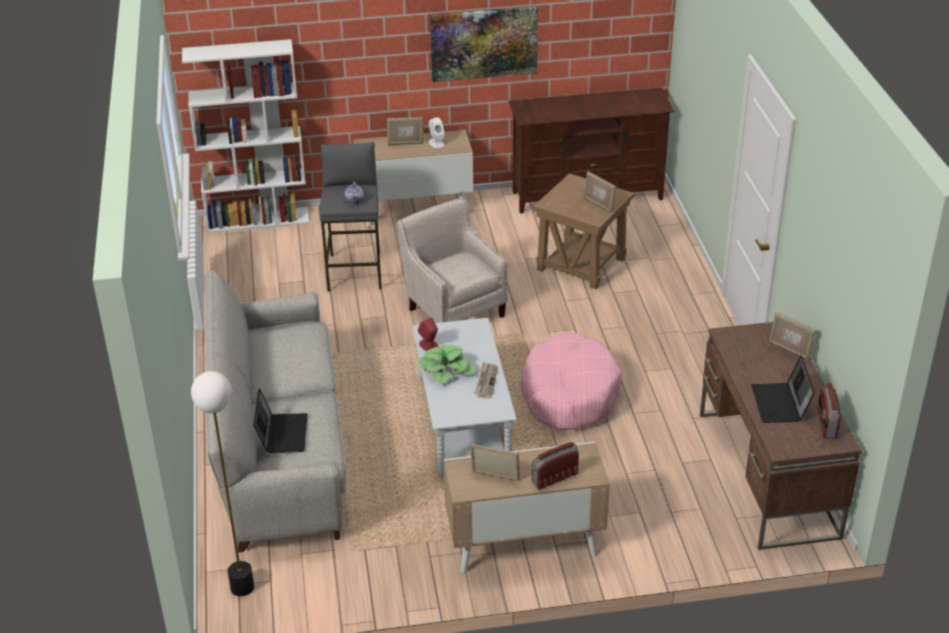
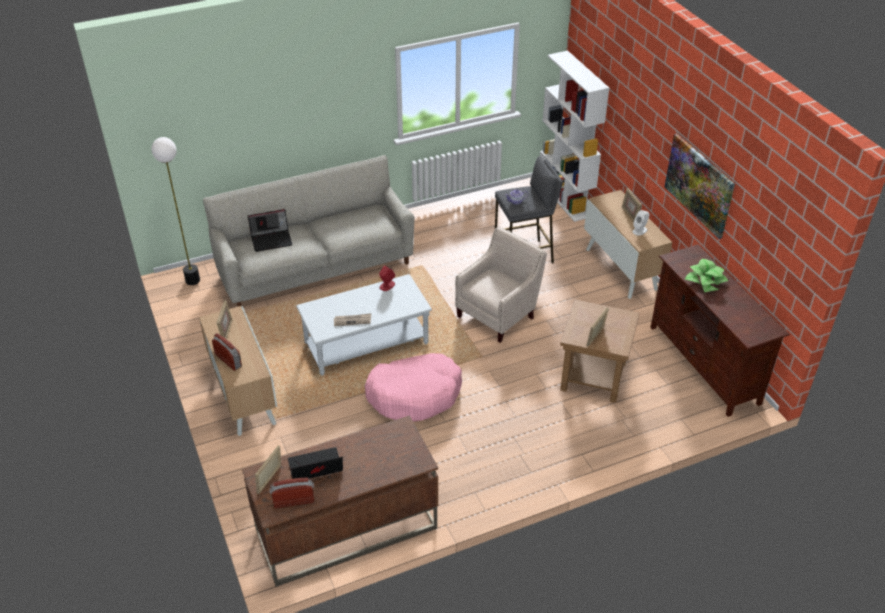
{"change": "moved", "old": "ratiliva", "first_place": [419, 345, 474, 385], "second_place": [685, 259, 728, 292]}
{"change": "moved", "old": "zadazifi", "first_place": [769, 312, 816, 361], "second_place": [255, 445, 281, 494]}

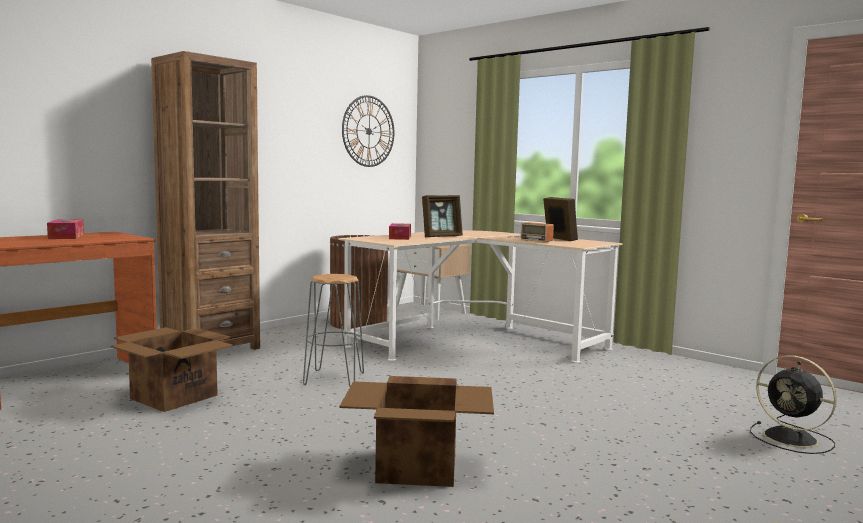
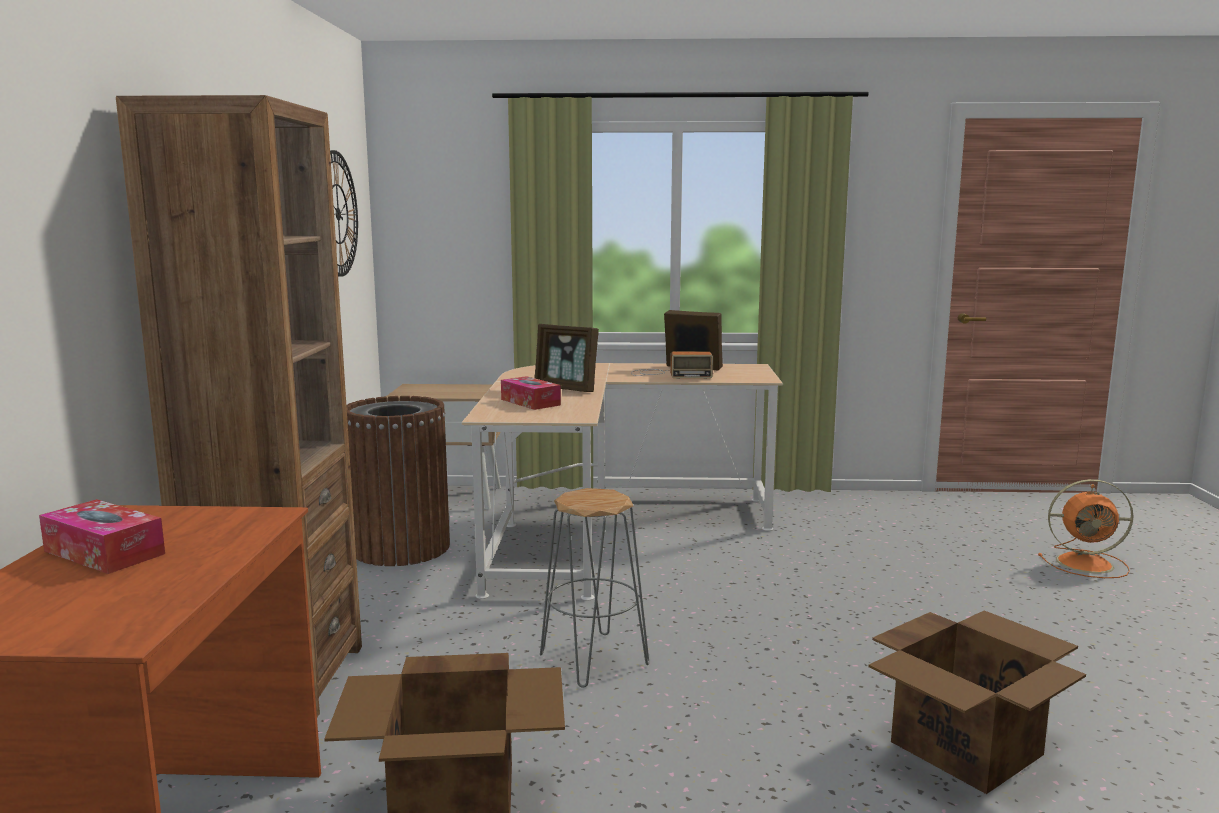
{"change": "turned", "old": "zadazifi", "first_place": [422, 195, 463, 237], "second_place": [535, 324, 599, 392], "degrees": 105}
{"change": "recoloured", "old": "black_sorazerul", "new": "orange_sorazerul", "first_place": [750, 355, 837, 454], "second_place": [1038, 479, 1134, 578]}

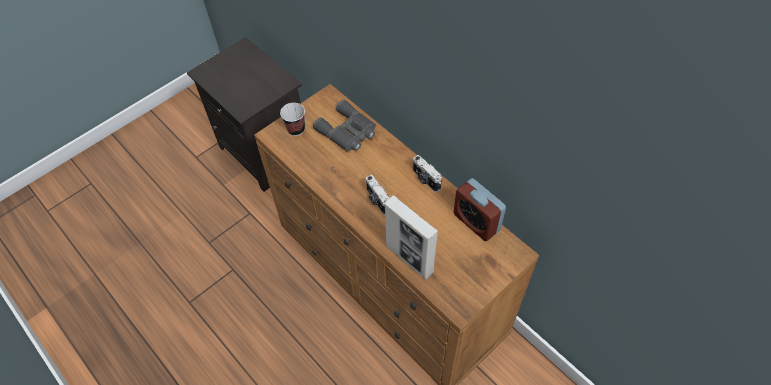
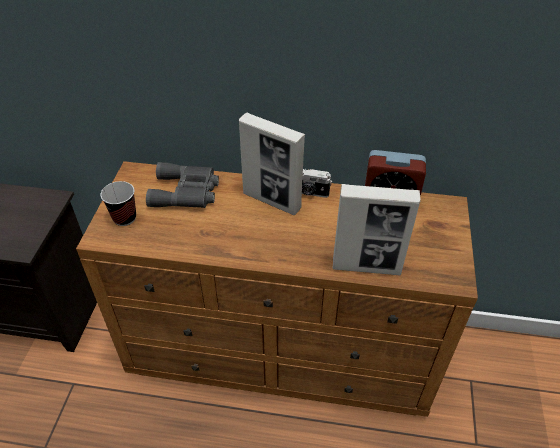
{"change": "removed", "old": "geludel", "first_place": [366, 175, 389, 215]}
{"change": "added", "new": "zadazifi", "second_place": [239, 113, 305, 215]}

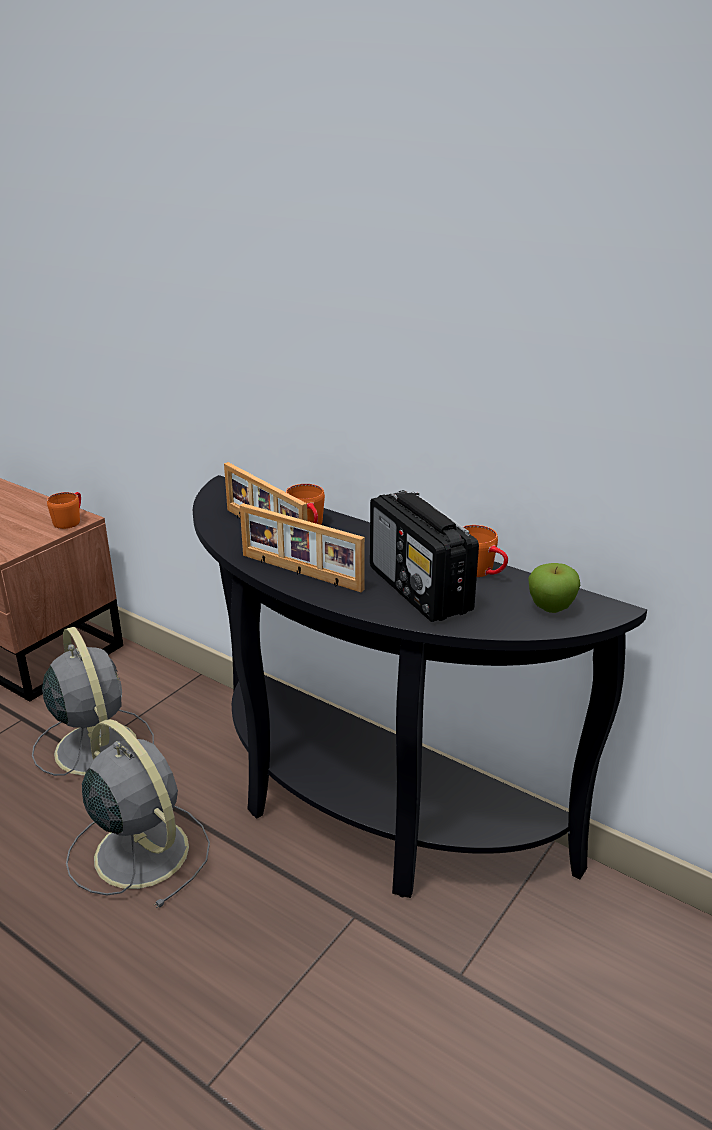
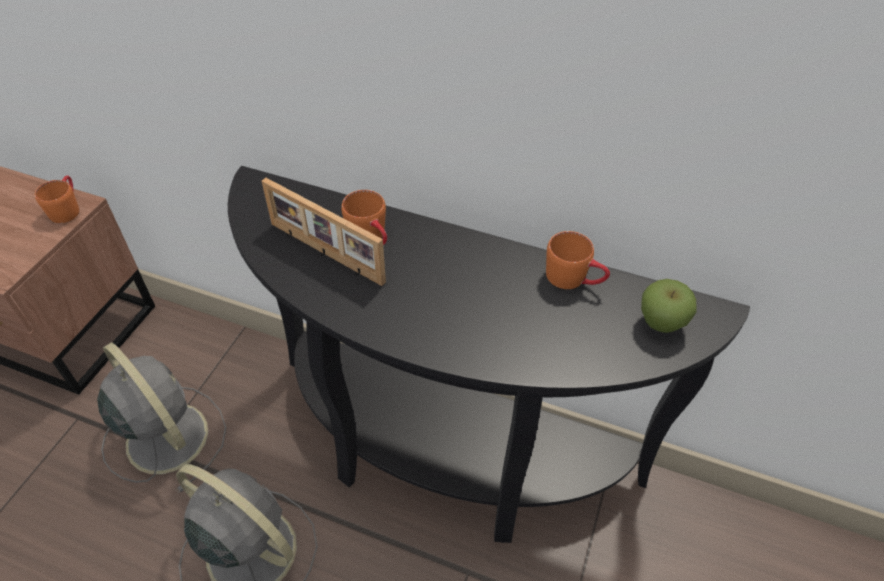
{"change": "removed", "old": "zadazifi", "first_place": [240, 503, 365, 592]}
{"change": "removed", "old": "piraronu", "first_place": [370, 490, 479, 622]}

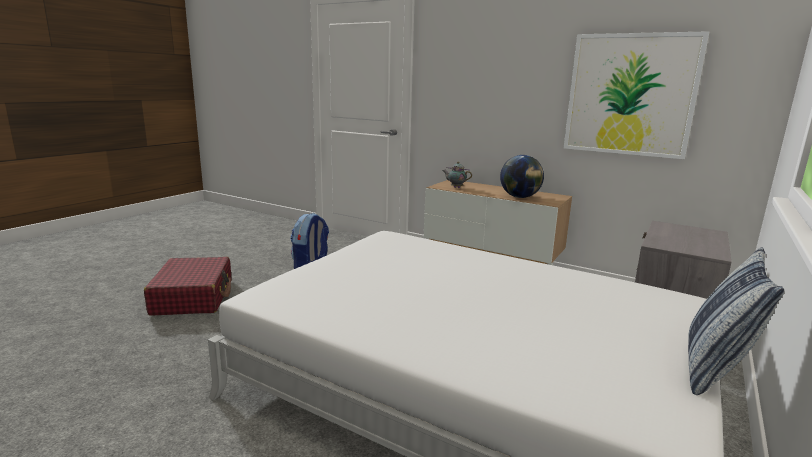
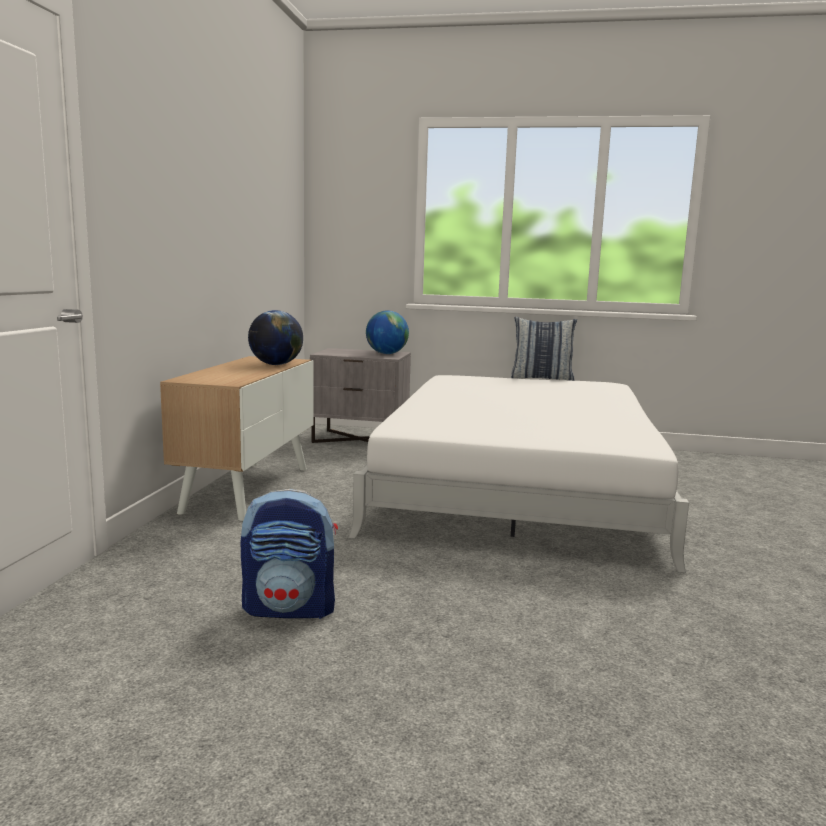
{"change": "removed", "old": "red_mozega", "first_place": [144, 257, 231, 316]}
{"change": "removed", "old": "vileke", "first_place": [443, 162, 472, 188]}
{"change": "removed", "old": "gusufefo", "first_place": [564, 31, 709, 159]}
{"change": "added", "new": "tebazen", "second_place": [366, 310, 409, 354]}

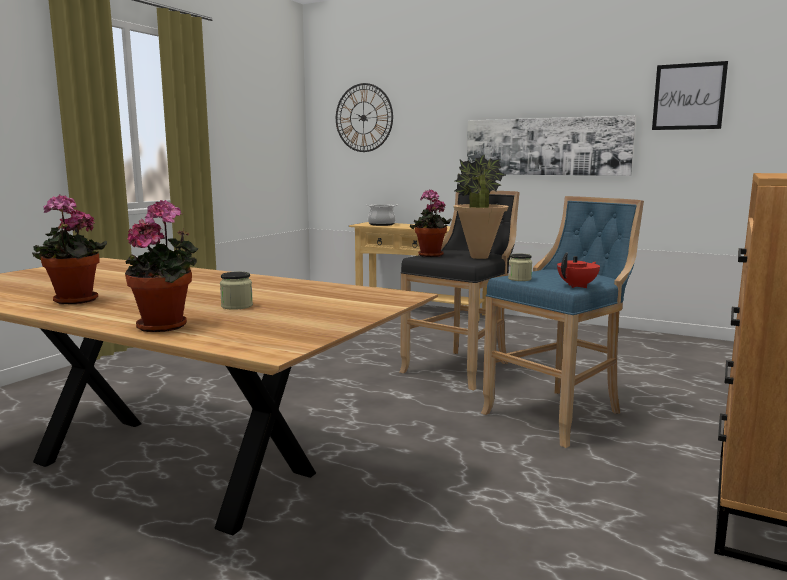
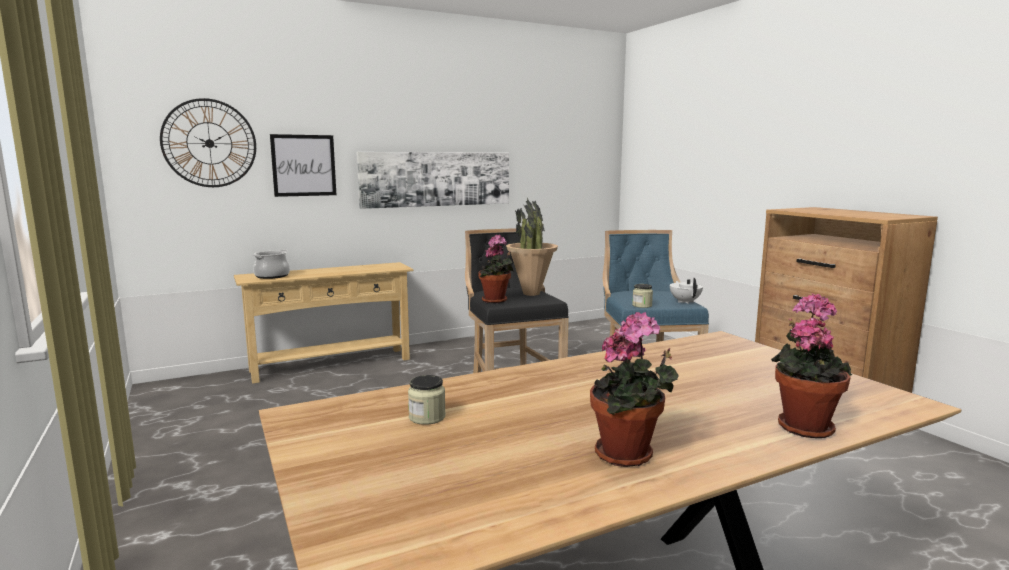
{"change": "moved", "old": "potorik", "first_place": [220, 272, 253, 310], "second_place": [408, 375, 446, 425]}
{"change": "recoloured", "old": "red_vileke", "new": "white_vileke", "first_place": [557, 253, 600, 288], "second_place": [670, 278, 703, 304]}
{"change": "moved", "old": "gusufefo", "first_place": [652, 61, 728, 130], "second_place": [270, 134, 336, 197]}

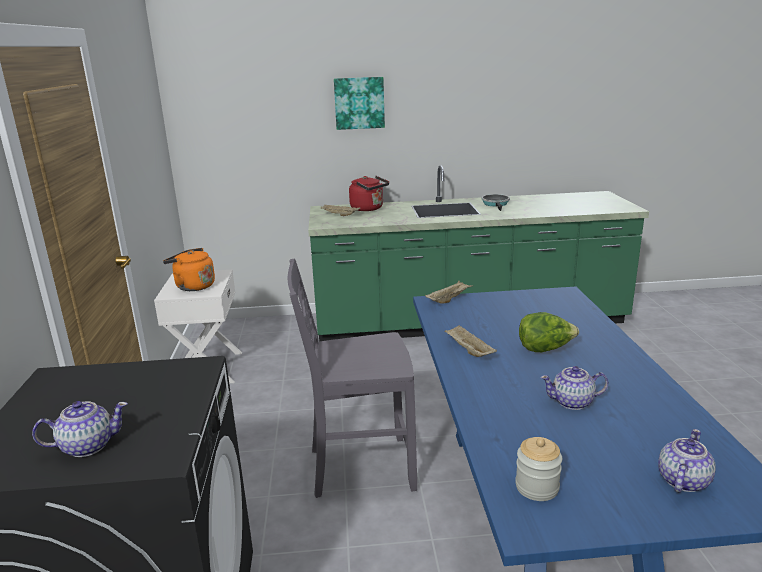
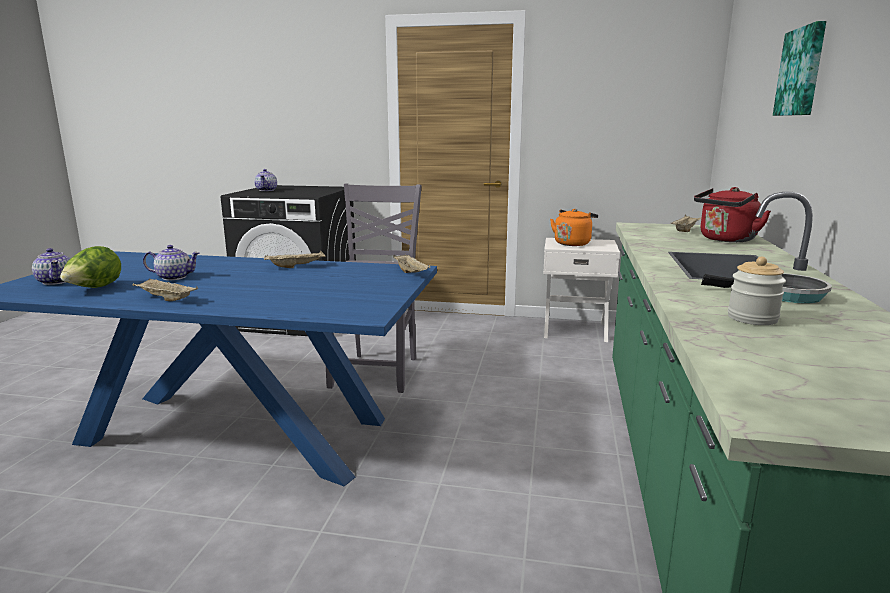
{"change": "moved", "old": "potorik", "first_place": [515, 437, 562, 501], "second_place": [728, 257, 786, 325]}
{"change": "moved", "old": "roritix", "first_place": [519, 312, 579, 352], "second_place": [60, 246, 121, 288]}
{"change": "turned", "old": "vileke", "first_place": [540, 366, 608, 410], "second_place": [143, 245, 200, 280], "degrees": 75}
{"change": "added", "new": "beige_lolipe", "second_place": [133, 278, 198, 301]}

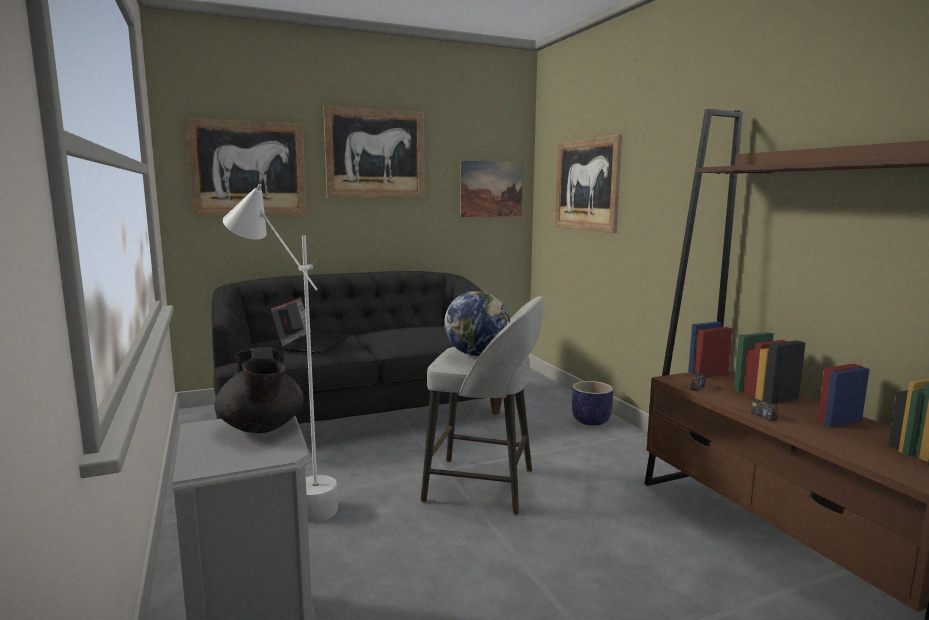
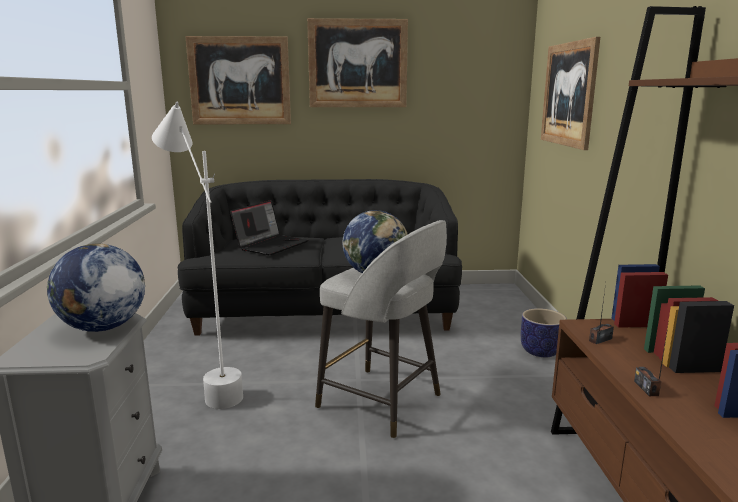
{"change": "replaced", "old": "black_vileke", "new": "tebazen", "first_place": [214, 347, 304, 433], "second_place": [47, 244, 145, 332]}
{"change": "removed", "old": "gusufefo", "first_place": [460, 161, 523, 217]}

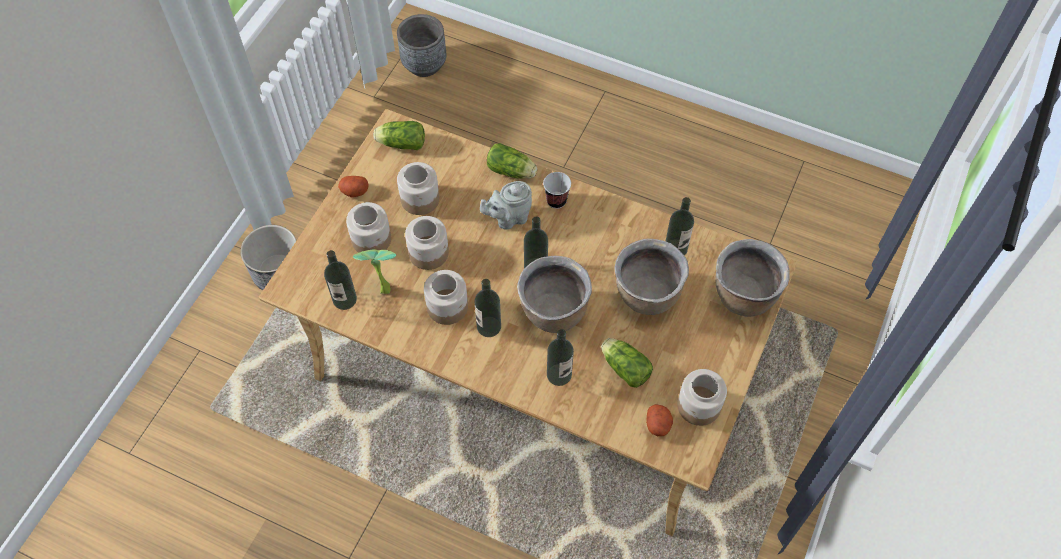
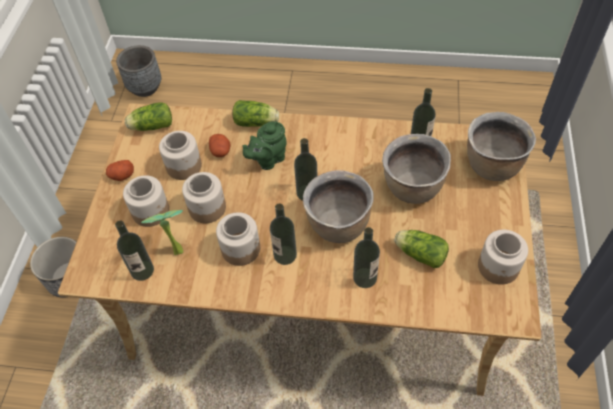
{"change": "recoloured", "old": "grey_vileke", "new": "green_vileke", "first_place": [480, 181, 532, 230], "second_place": [243, 121, 286, 170]}
{"change": "removed", "old": "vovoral", "first_place": [543, 172, 571, 209]}
{"change": "moved", "old": "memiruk", "first_place": [646, 404, 673, 436], "second_place": [209, 134, 231, 157]}

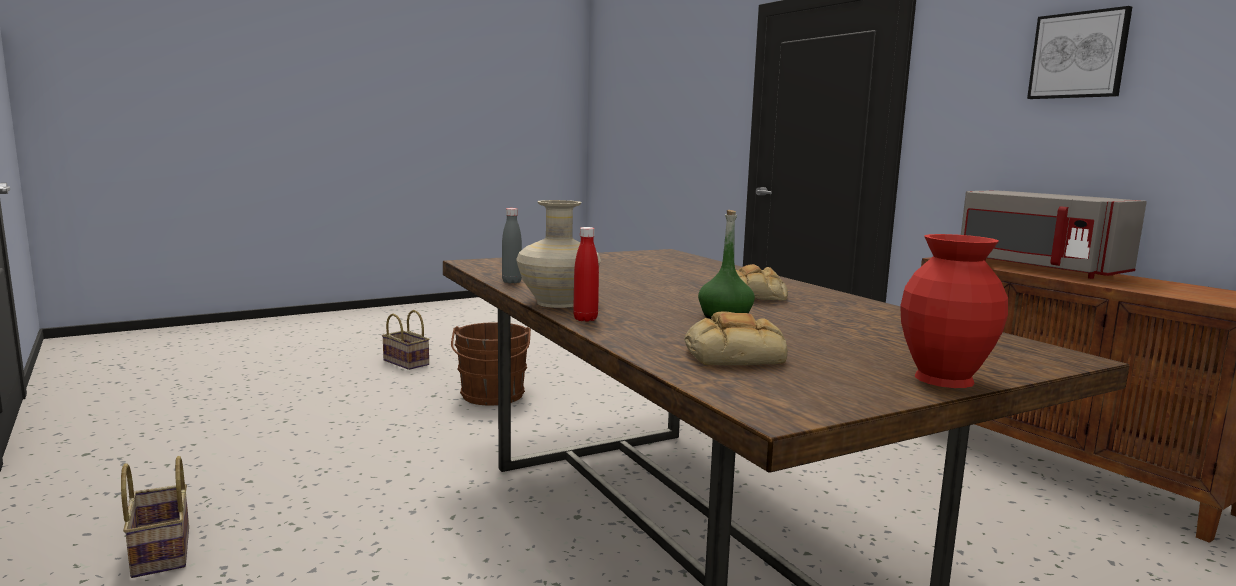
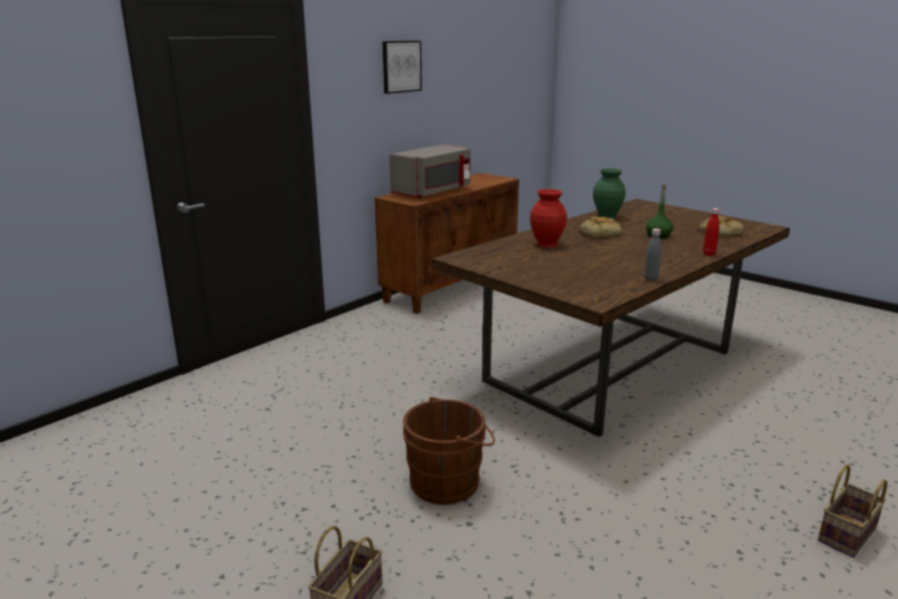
{"change": "removed", "old": "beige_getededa", "first_place": [516, 200, 601, 308]}
{"change": "moved", "old": "red_getededa", "first_place": [900, 234, 1008, 388], "second_place": [530, 189, 567, 248]}
{"change": "added", "new": "green_getededa", "second_place": [593, 168, 626, 219]}

